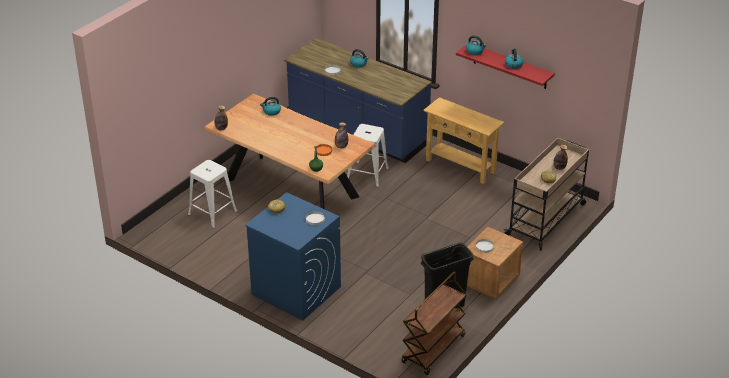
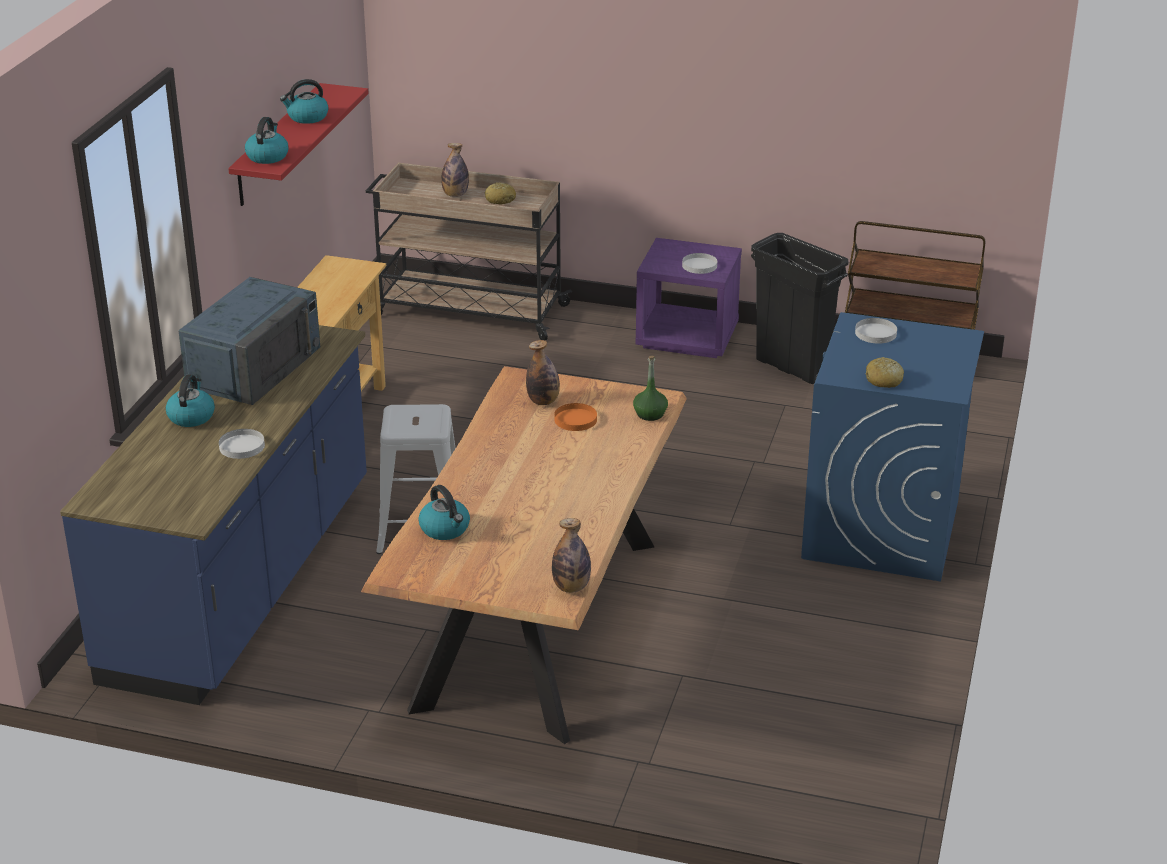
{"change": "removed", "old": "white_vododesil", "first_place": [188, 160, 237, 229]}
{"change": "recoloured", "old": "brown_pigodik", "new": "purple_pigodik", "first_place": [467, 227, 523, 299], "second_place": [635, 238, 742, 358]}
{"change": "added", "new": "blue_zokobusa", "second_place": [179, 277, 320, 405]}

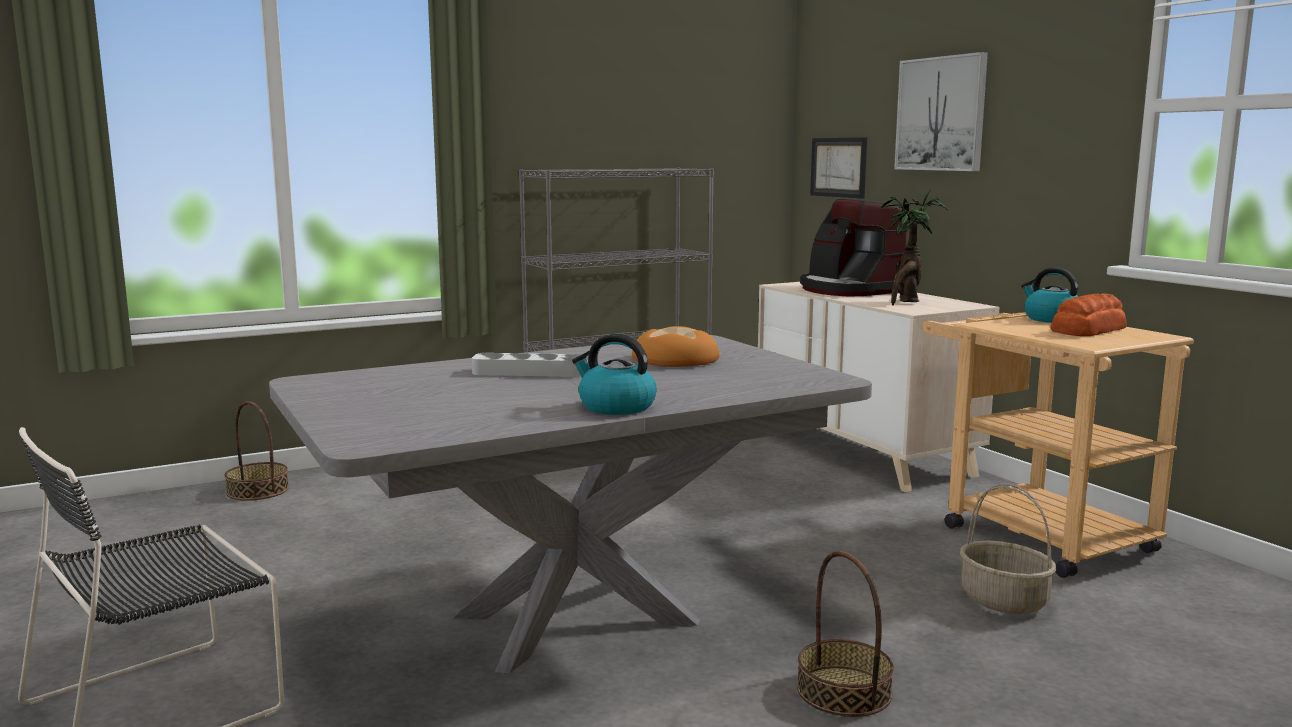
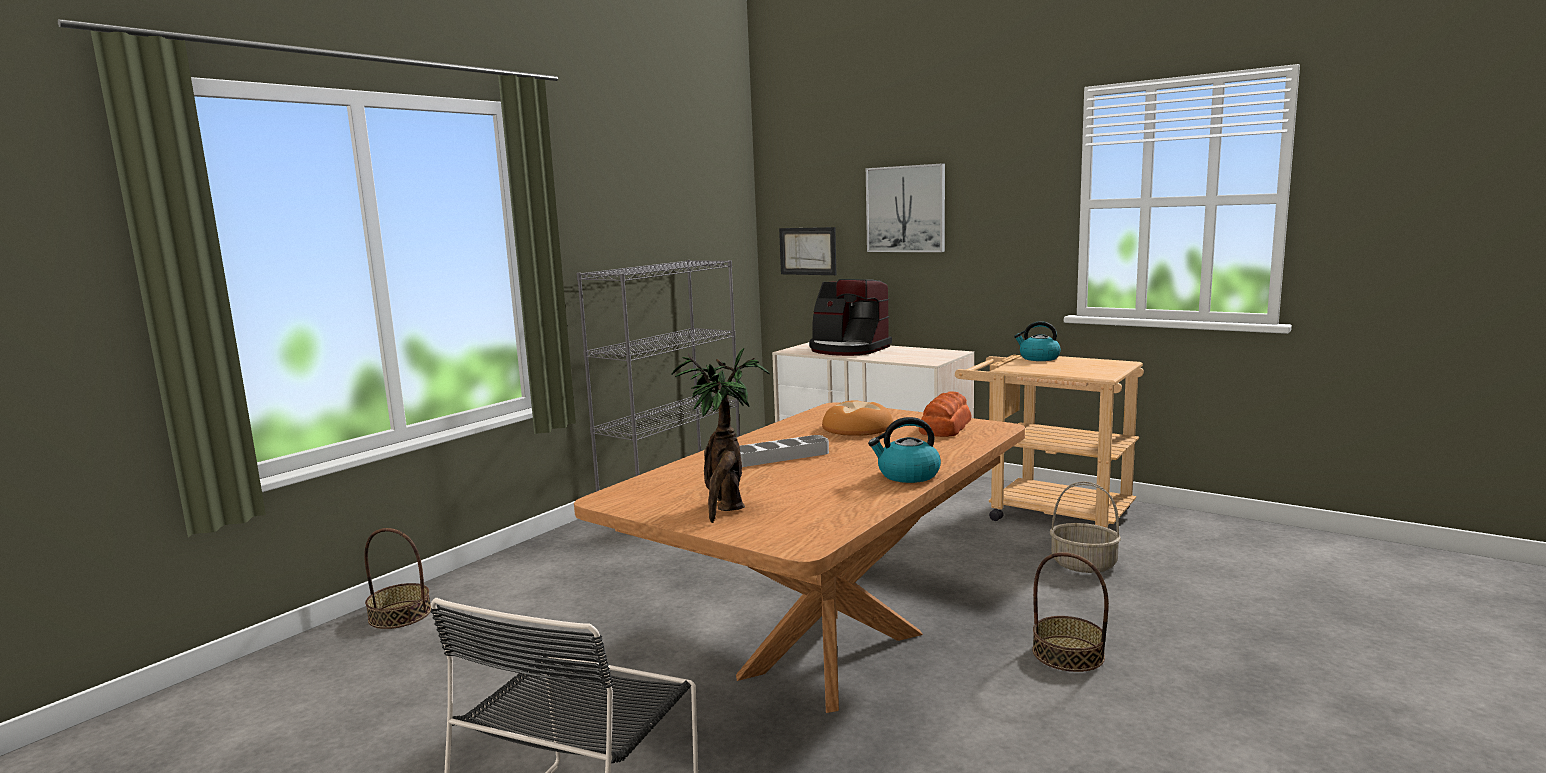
{"change": "recoloured", "old": "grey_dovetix", "new": "brown_dovetix", "first_place": [269, 335, 872, 674], "second_place": [574, 402, 1025, 713]}
{"change": "moved", "old": "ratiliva", "first_place": [881, 190, 948, 305], "second_place": [671, 348, 770, 523]}
{"change": "moved", "old": "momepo", "first_place": [1051, 293, 1127, 336], "second_place": [919, 391, 972, 437]}

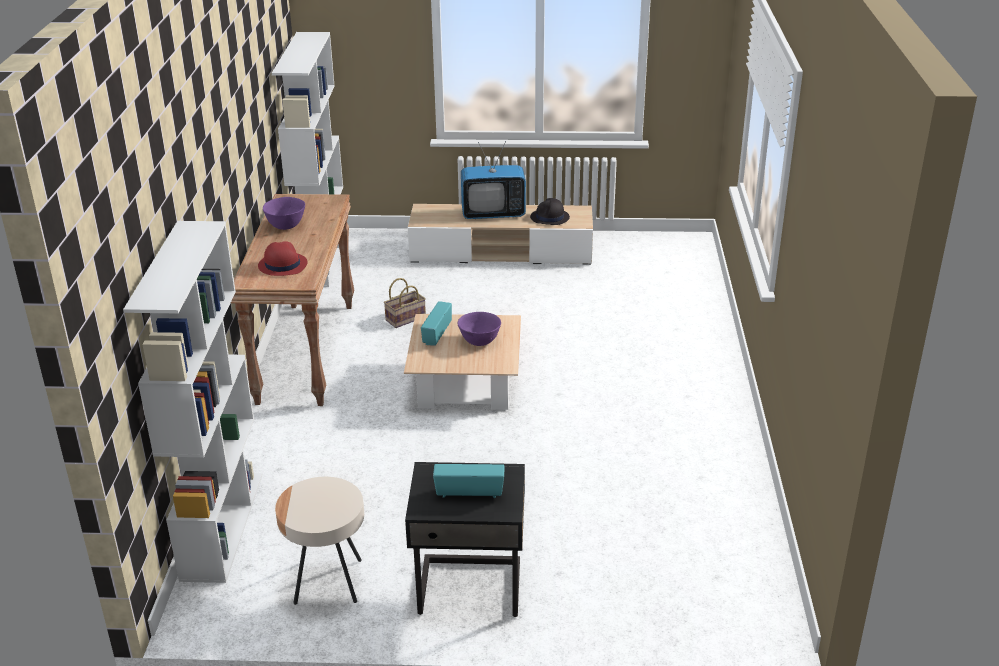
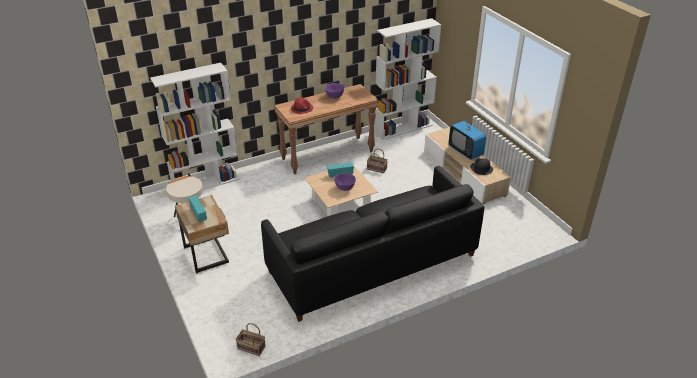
{"change": "recoloured", "old": "black_pigodik", "new": "beige_pigodik", "first_place": [405, 462, 525, 617], "second_place": [175, 195, 229, 273]}
{"change": "added", "new": "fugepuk", "second_place": [236, 323, 266, 356]}
{"change": "added", "new": "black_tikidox", "second_place": [261, 166, 484, 322]}

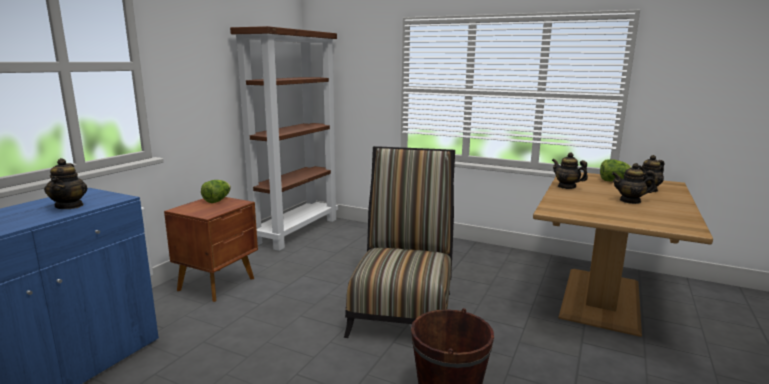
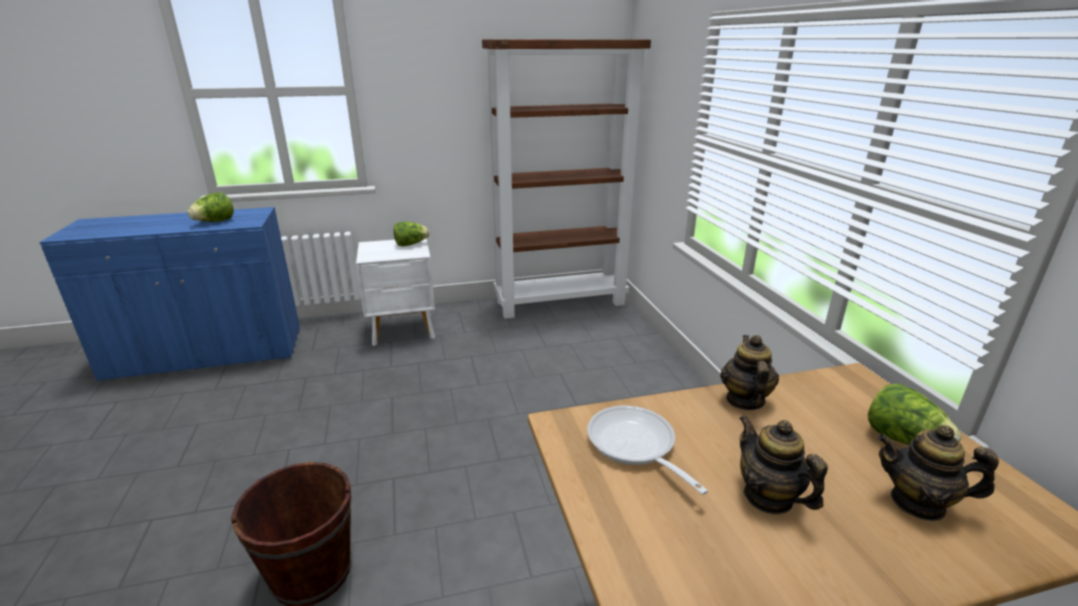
{"change": "replaced", "old": "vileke", "new": "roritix", "first_place": [44, 158, 87, 209], "second_place": [187, 193, 234, 222]}
{"change": "recoloured", "old": "brown_pigodik", "new": "white_pigodik", "first_place": [164, 197, 258, 302], "second_place": [356, 238, 435, 346]}
{"change": "removed", "old": "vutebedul", "first_place": [344, 146, 455, 338]}
{"change": "added", "new": "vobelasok", "second_place": [587, 406, 708, 495]}

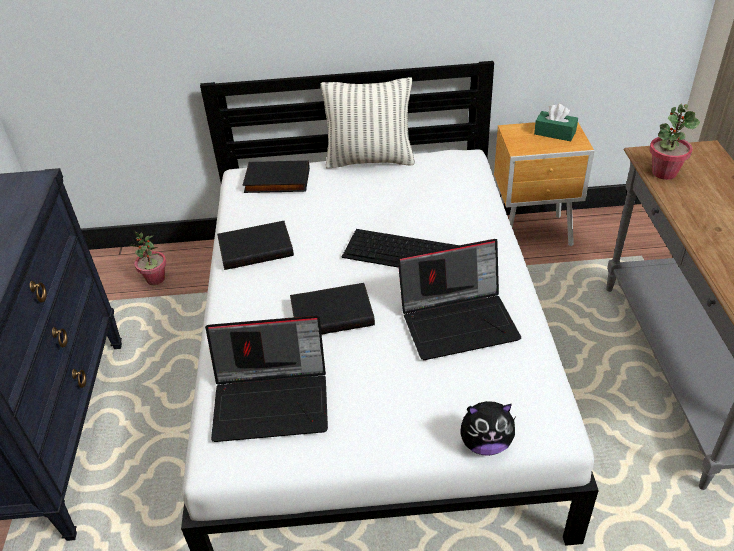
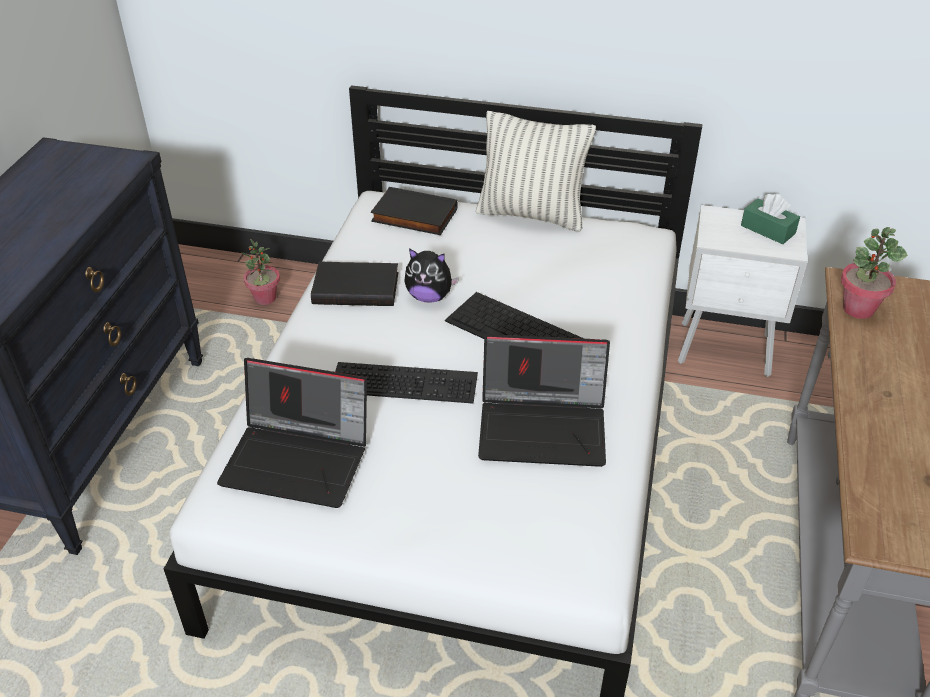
{"change": "replaced", "old": "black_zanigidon", "new": "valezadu", "first_place": [290, 283, 375, 334], "second_place": [335, 362, 478, 403]}
{"change": "moved", "old": "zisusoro", "first_place": [460, 401, 515, 456], "second_place": [404, 248, 459, 303]}
{"change": "recoloured", "old": "brown_pigodik", "new": "white_pigodik", "first_place": [494, 122, 594, 246], "second_place": [678, 205, 807, 377]}

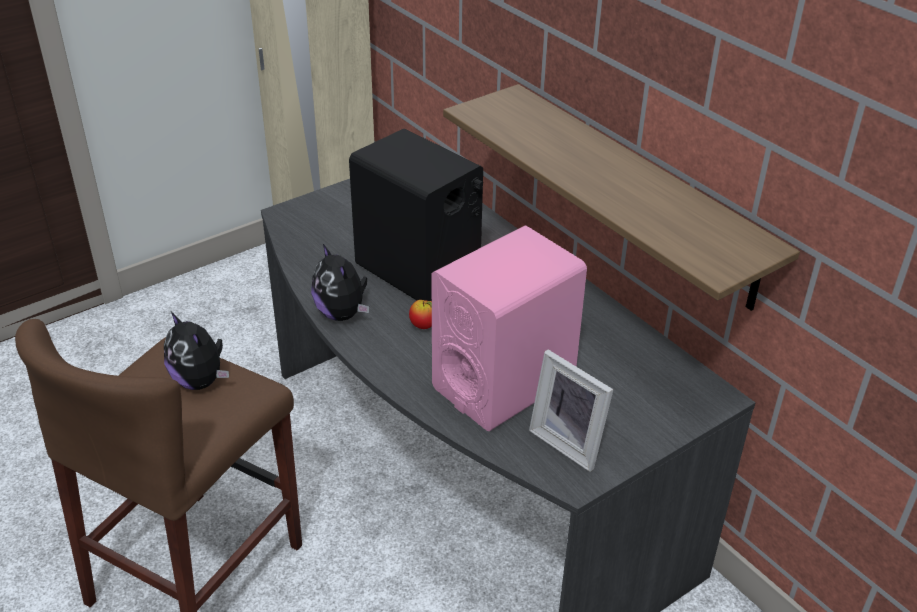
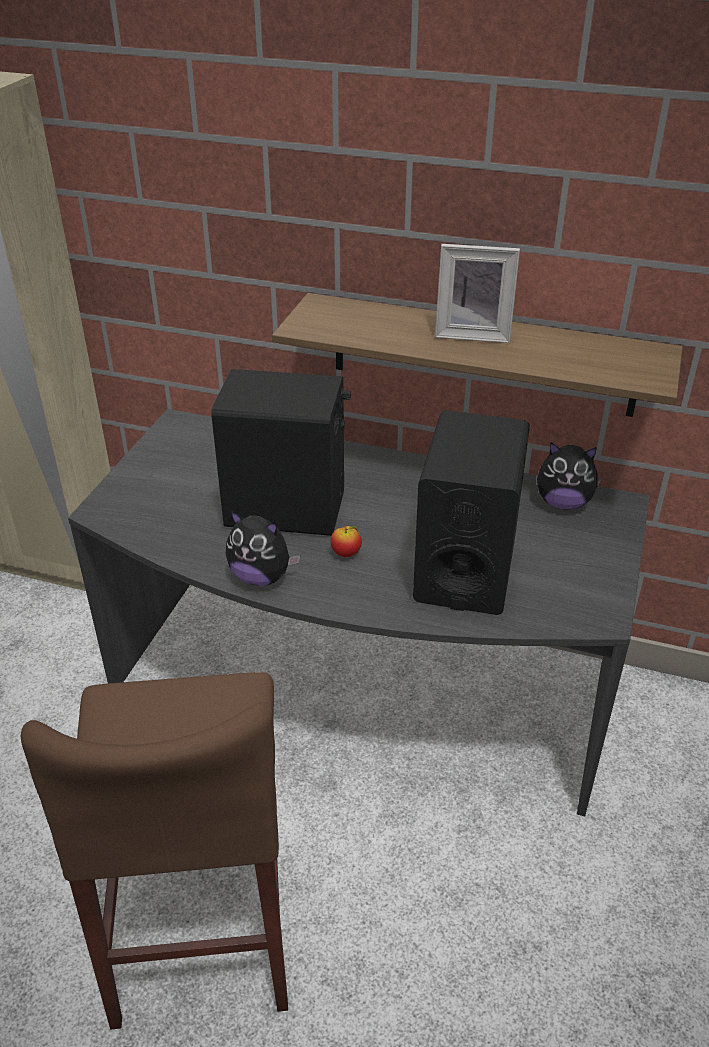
{"change": "moved", "old": "zisusoro", "first_place": [164, 312, 229, 390], "second_place": [537, 442, 602, 510]}
{"change": "recoloured", "old": "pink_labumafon", "new": "black_labumafon", "first_place": [431, 226, 587, 431], "second_place": [413, 410, 530, 615]}
{"change": "moved", "old": "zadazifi", "first_place": [529, 350, 613, 472], "second_place": [435, 244, 520, 343]}

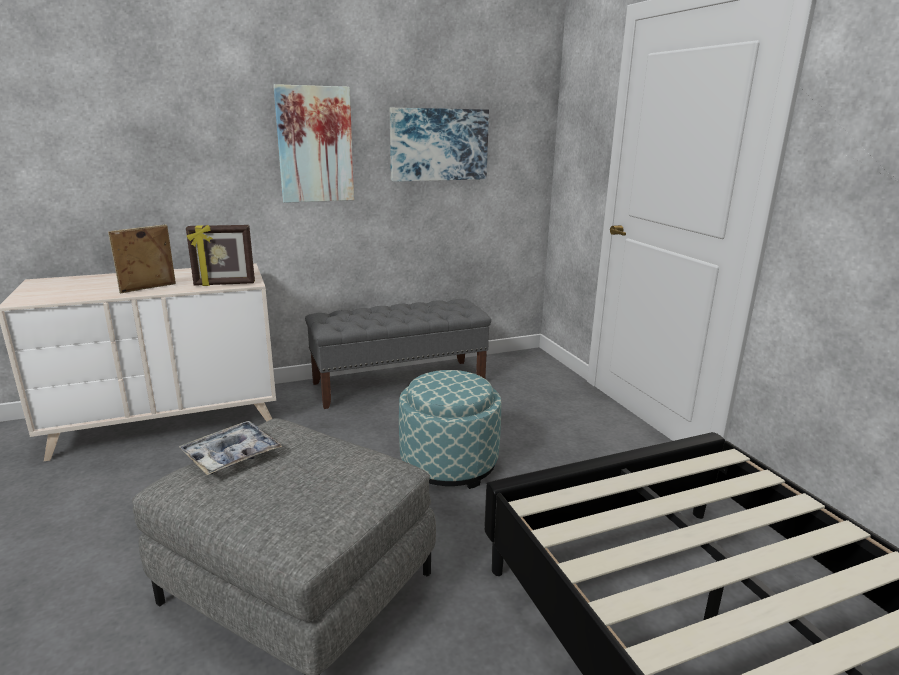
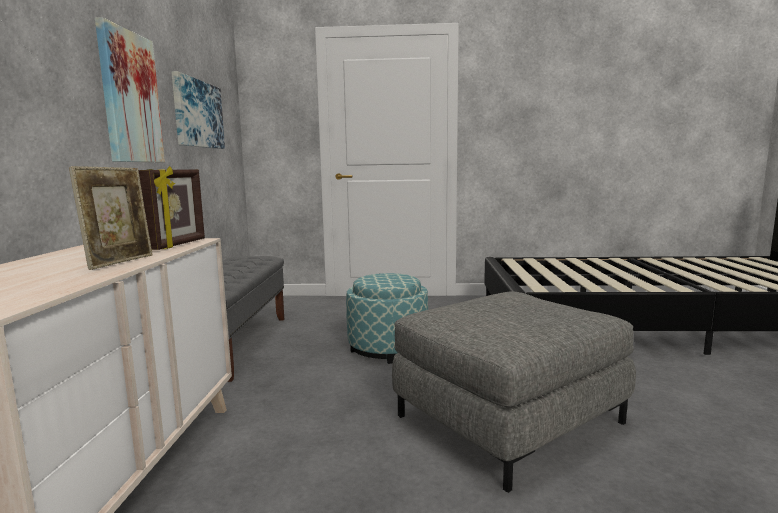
{"change": "turned", "old": "zadazifi", "first_place": [108, 224, 176, 294], "second_place": [69, 166, 153, 270], "degrees": -150}
{"change": "removed", "old": "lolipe", "first_place": [179, 421, 282, 475]}

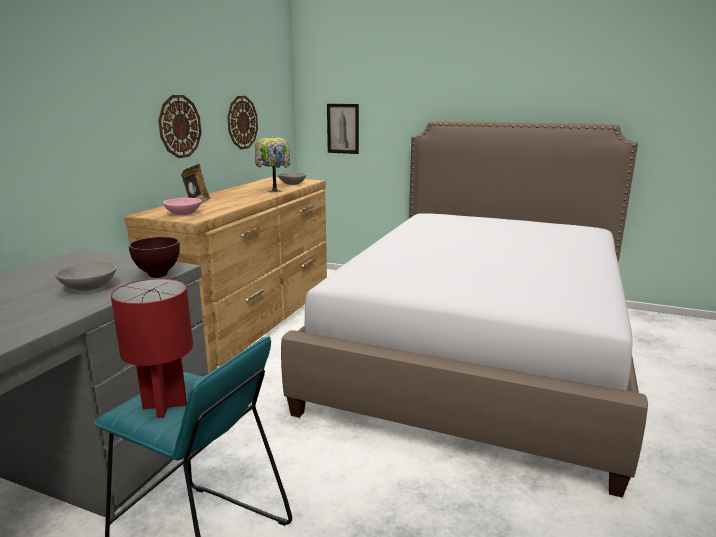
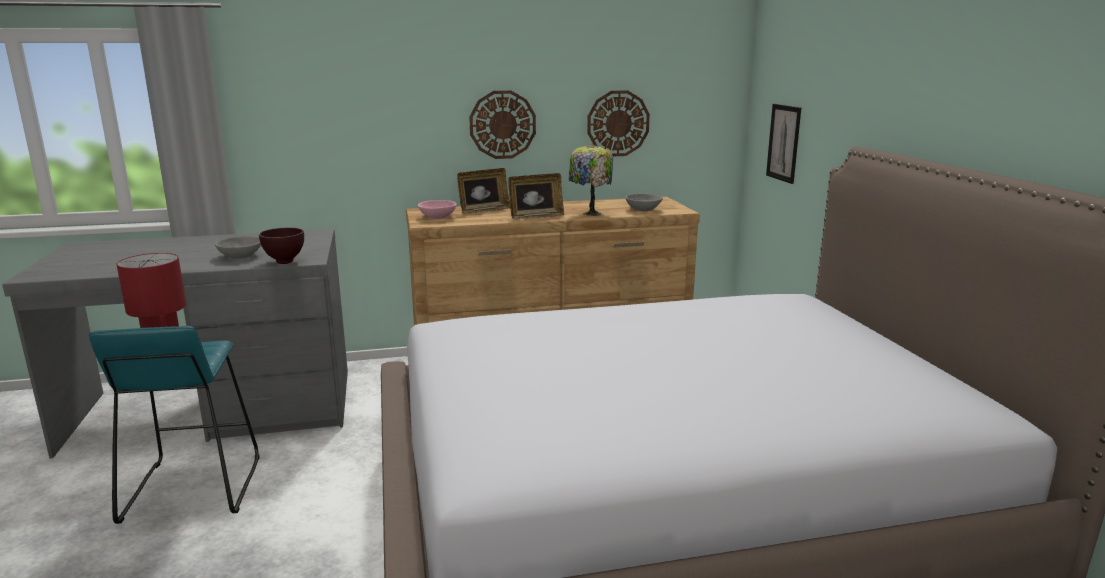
{"change": "added", "new": "zadazifi", "second_place": [508, 173, 564, 219]}

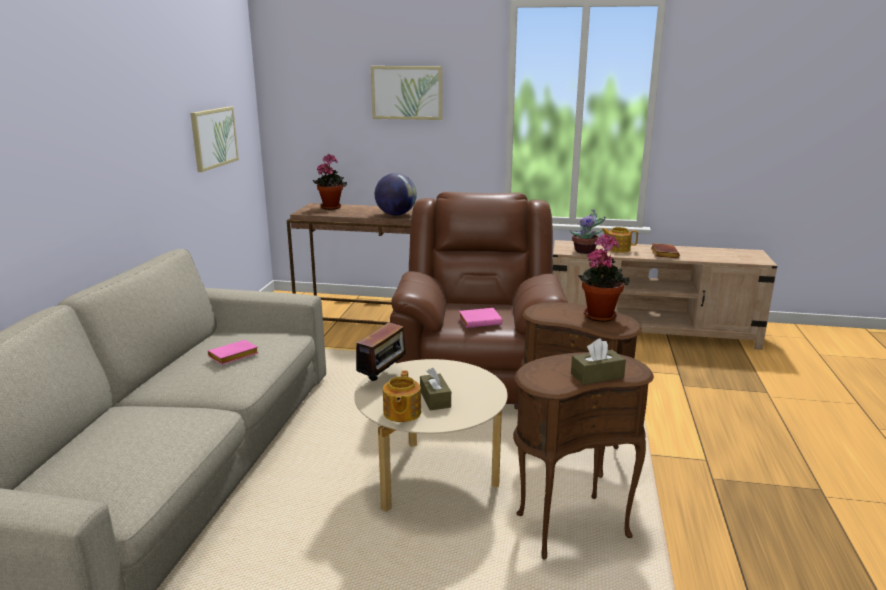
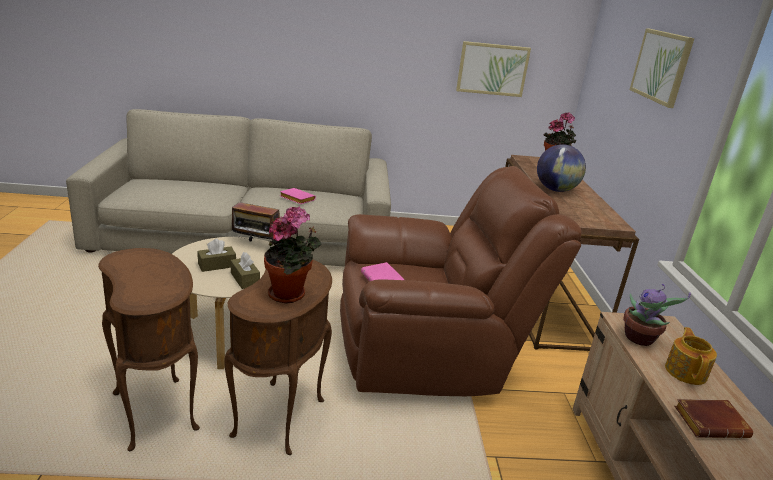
{"change": "removed", "old": "vileke", "first_place": [383, 370, 421, 422]}
{"change": "moved", "old": "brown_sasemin", "first_place": [571, 338, 626, 385], "second_place": [231, 252, 260, 289]}

